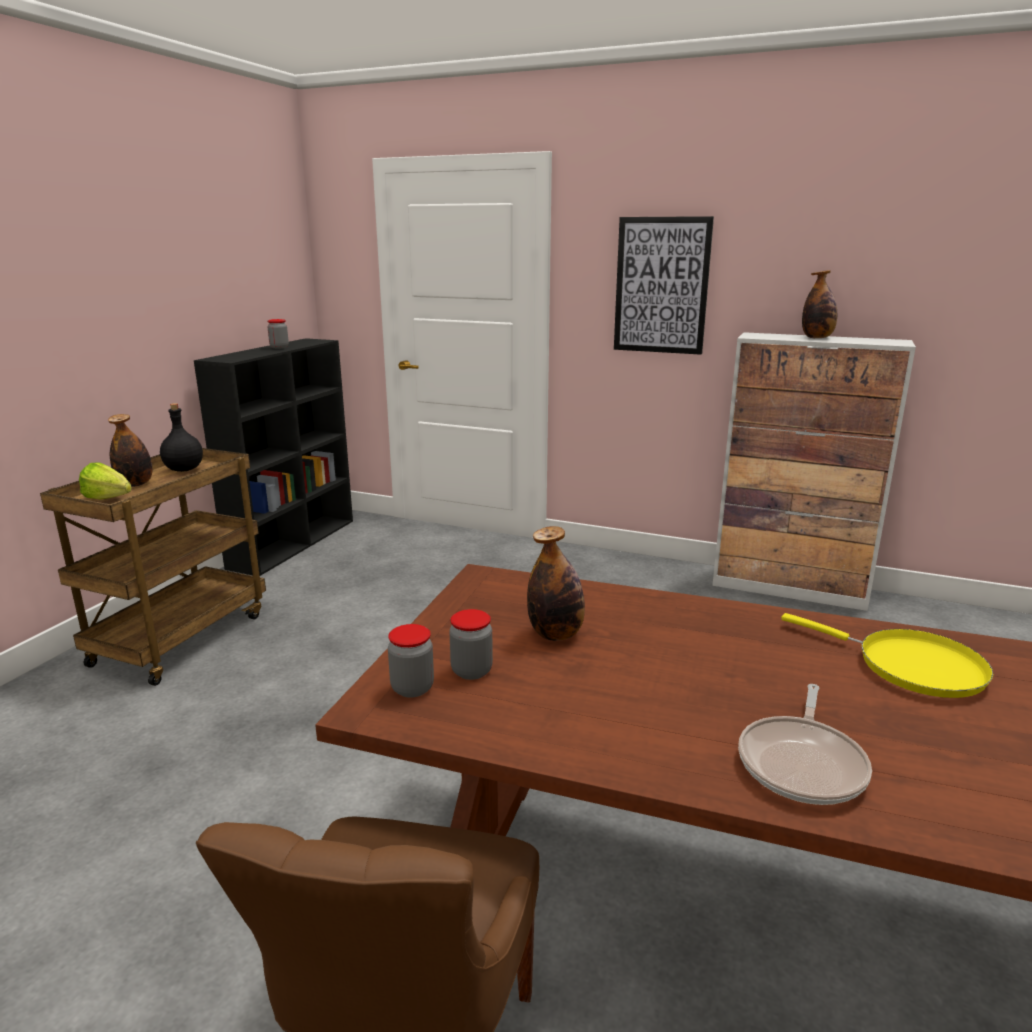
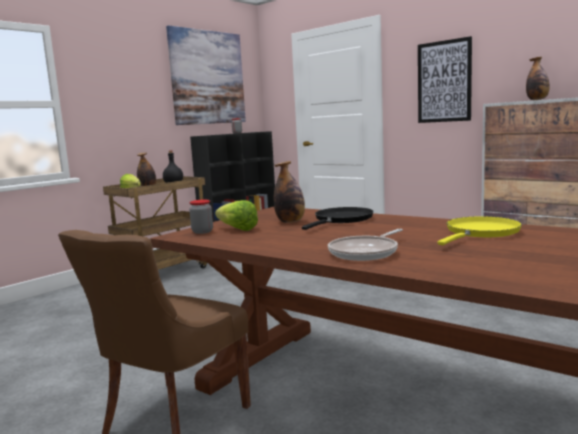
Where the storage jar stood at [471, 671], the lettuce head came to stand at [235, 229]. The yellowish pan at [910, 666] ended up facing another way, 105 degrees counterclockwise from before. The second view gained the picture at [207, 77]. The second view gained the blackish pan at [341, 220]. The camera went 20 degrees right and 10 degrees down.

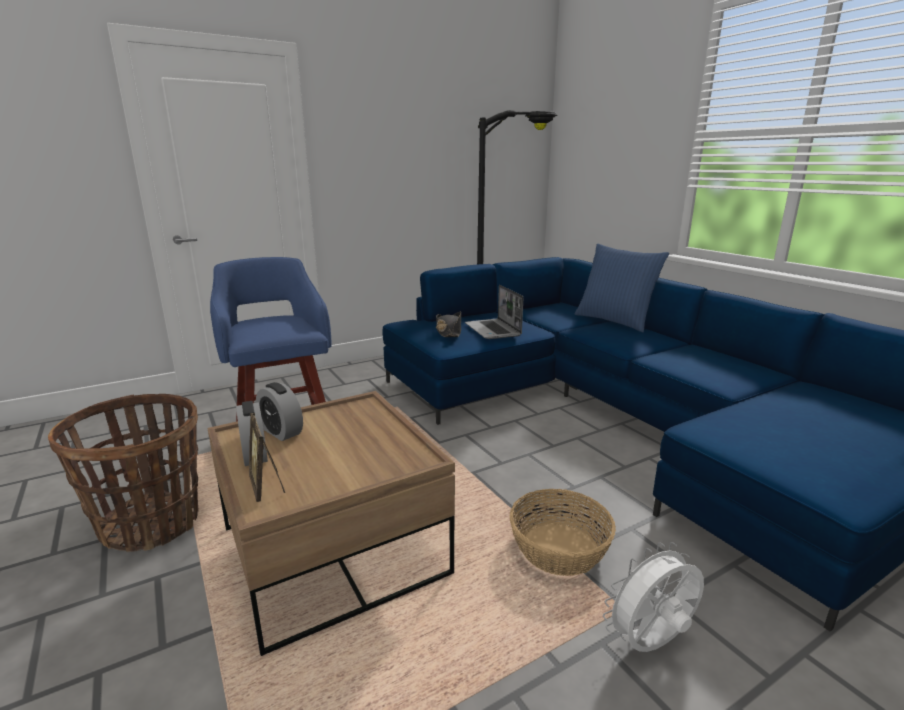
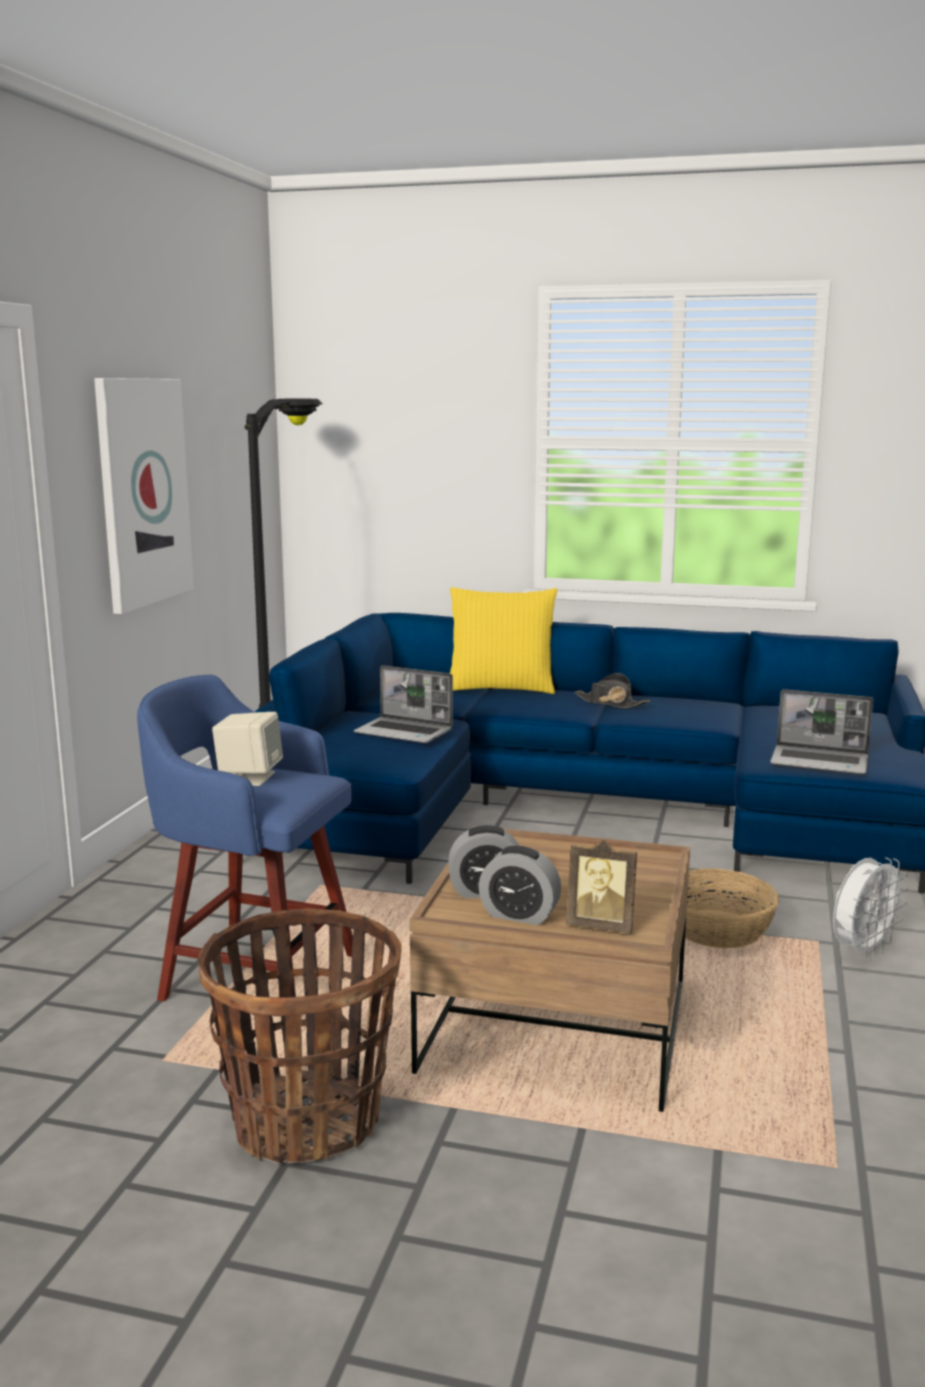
What was the blue pillow at [615, 321] turned into the yellowish pillow at [501, 688]. The blackish wearable hat ended up elsewhere, having gone from [449, 332] to [610, 703]. The whitish fan at [651, 644] ended up facing another way, 150 degrees counterclockwise from before. The second view gained the picture at [142, 492]. The second view gained the notebook computer at [820, 762]. The second view gained the sand-coloured audio speaker at [249, 777]. The camera went 45 degrees left and 5 degrees down.

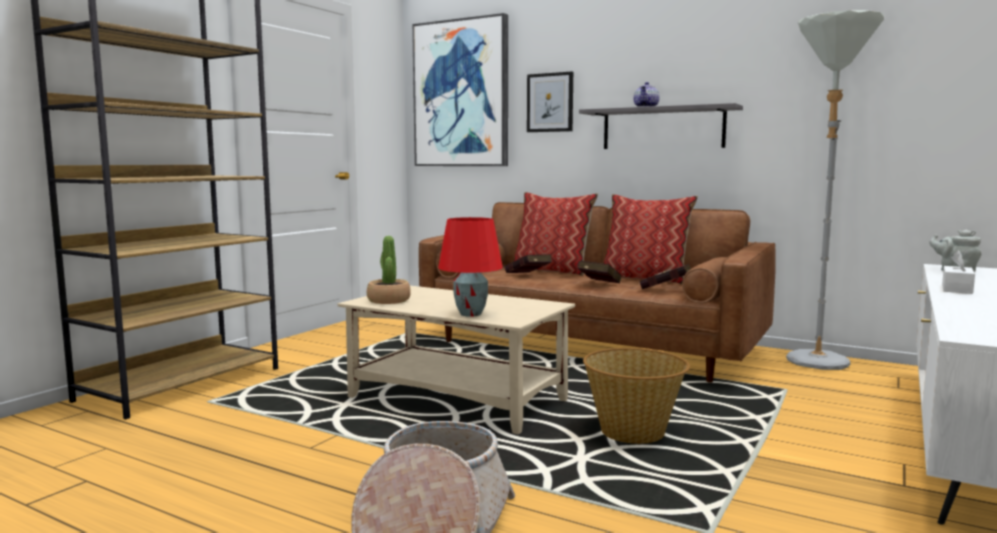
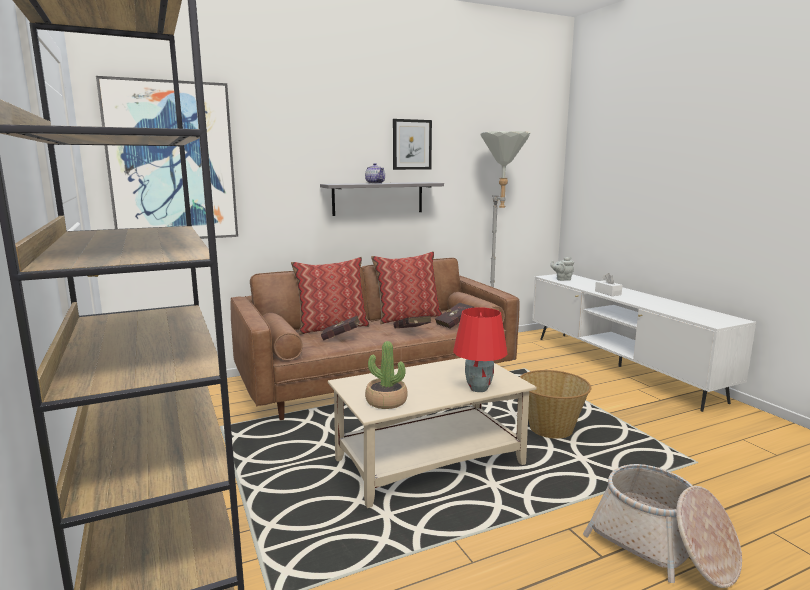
The picture ended up elsewhere, having gone from [550, 102] to [412, 144]. The camera went 55 degrees left and 5 degrees up.

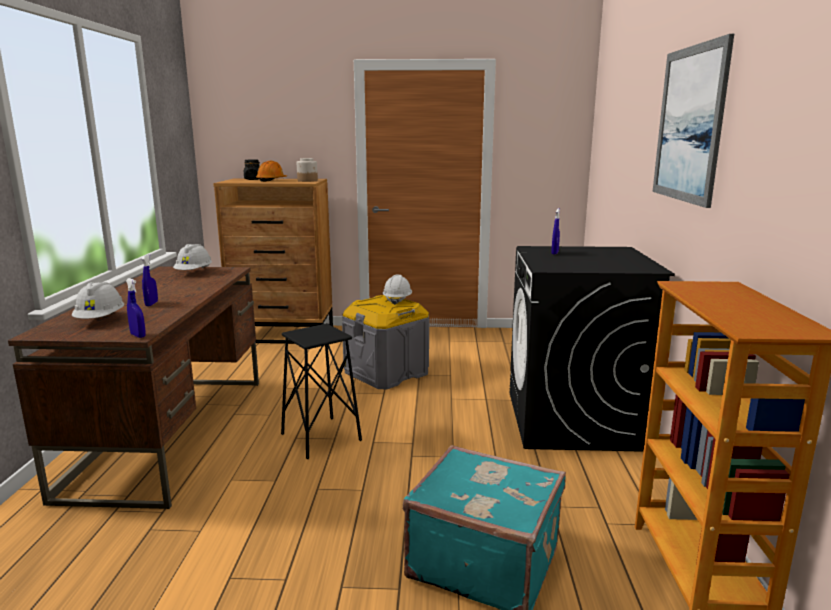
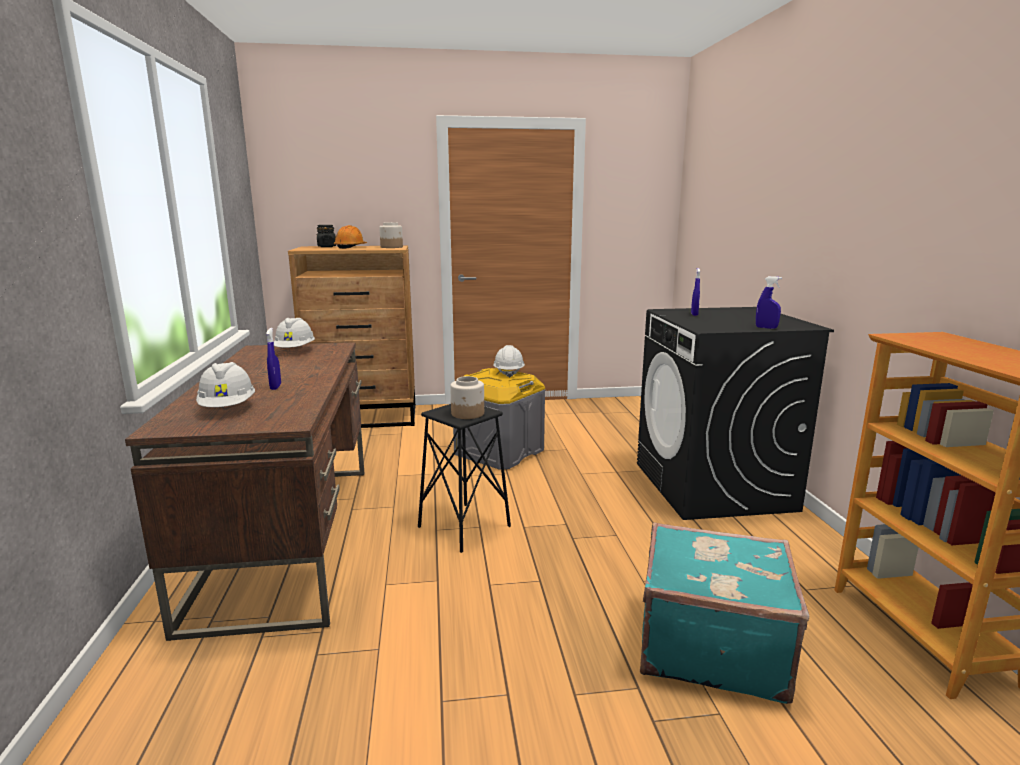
The second view lost the picture at [689, 124]. The blue sprayer ended up elsewhere, having gone from [138, 335] to [766, 328]. The second view gained the storage jar at [468, 414]. The camera went 10 degrees left and 0 degrees up.

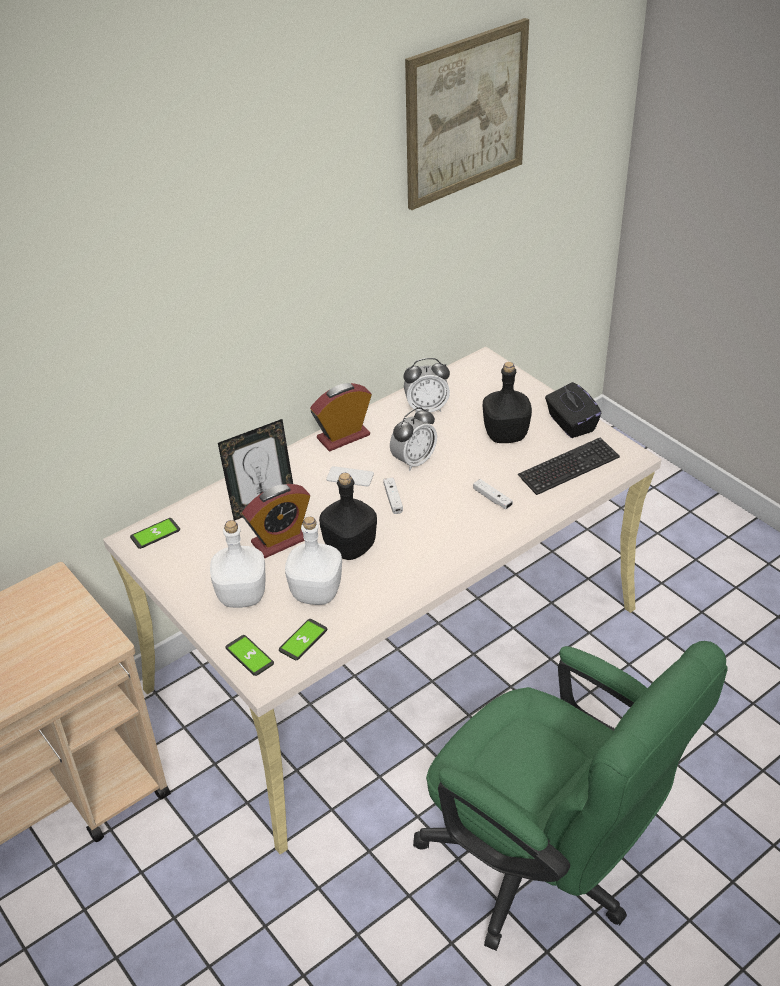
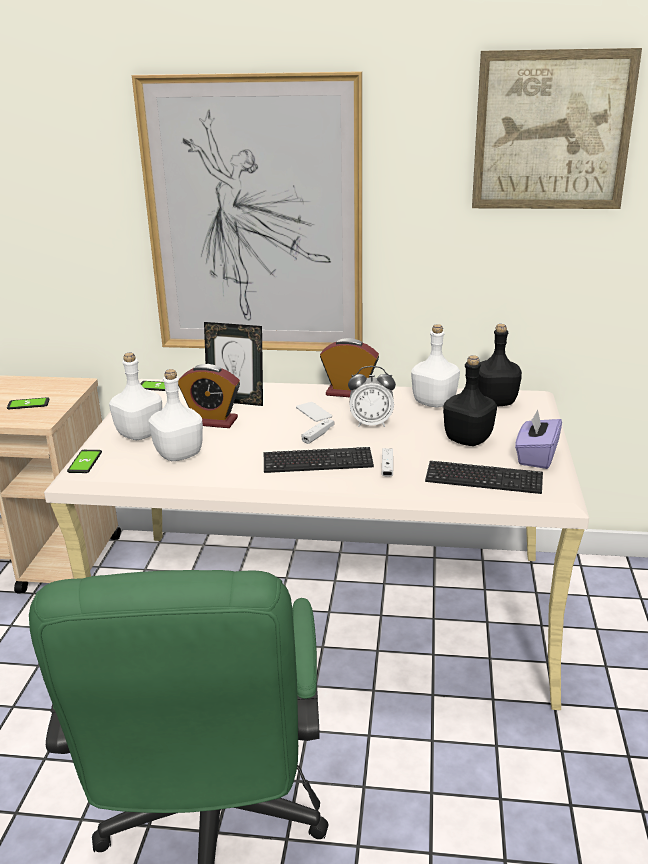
Where the table clock stood at [426, 408], the whitish beverage bottle came to stand at [435, 402]. What was the blackish tissue holder at [570, 423] turned into the purple tissue holder at [536, 456]. The blackish beverage bottle ended up elsewhere, having gone from [349, 547] to [495, 401]. The handset ended up elsewhere, having gone from [303, 640] to [28, 404]. The second view gained the picture at [254, 219]. The second view gained the keyboard at [318, 462]. The camera went 45 degrees right and 15 degrees down.

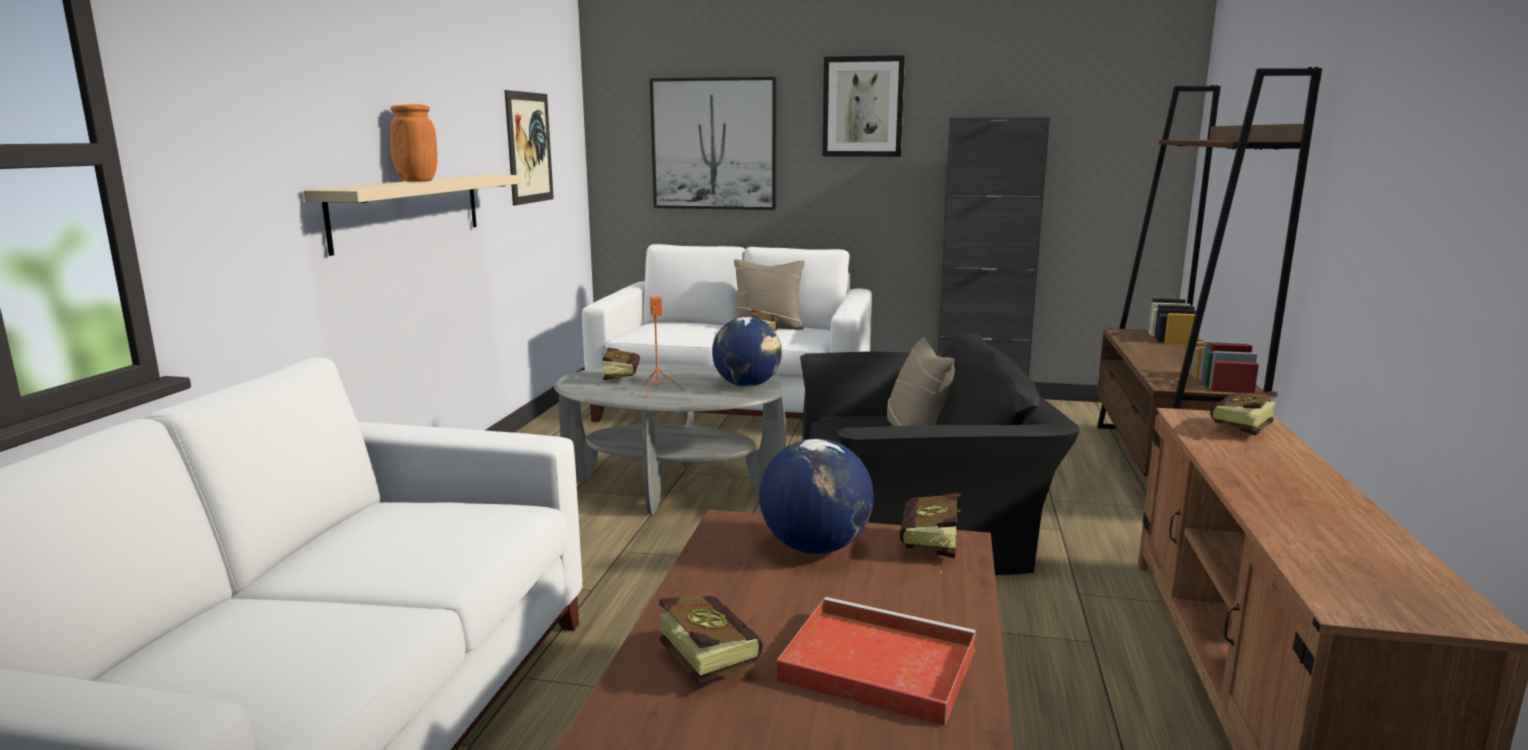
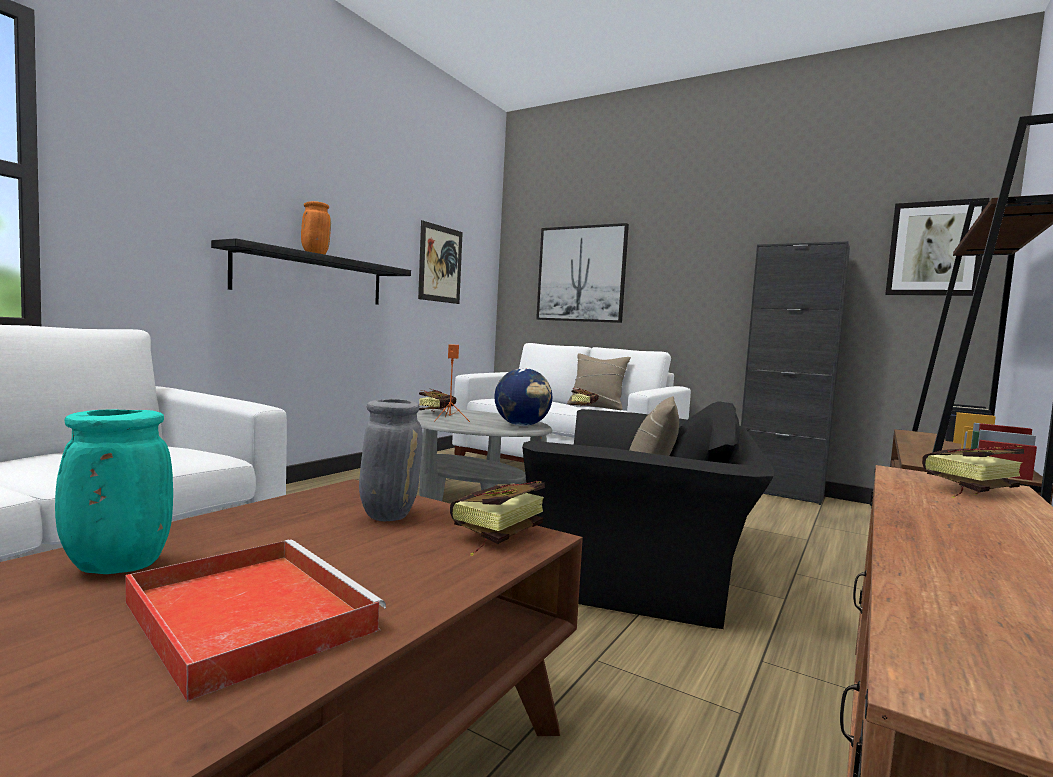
The picture ended up elsewhere, having gone from [863, 107] to [934, 249]. What was the sand-coloured wall shelf at [408, 210] turned into the blackish wall shelf at [312, 277]. Where the world globe stood at [815, 547], the grey vase came to stand at [388, 515]. Where the bound book stood at [703, 657], the blue-green vase came to stand at [114, 567]. The camera went 20 degrees right and 10 degrees down.

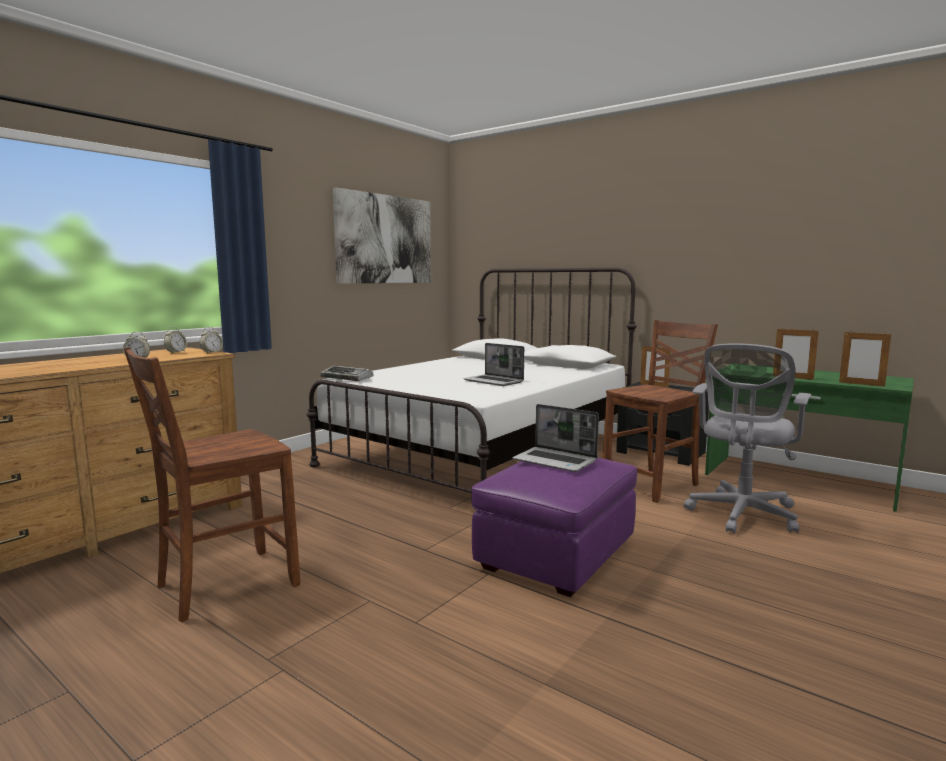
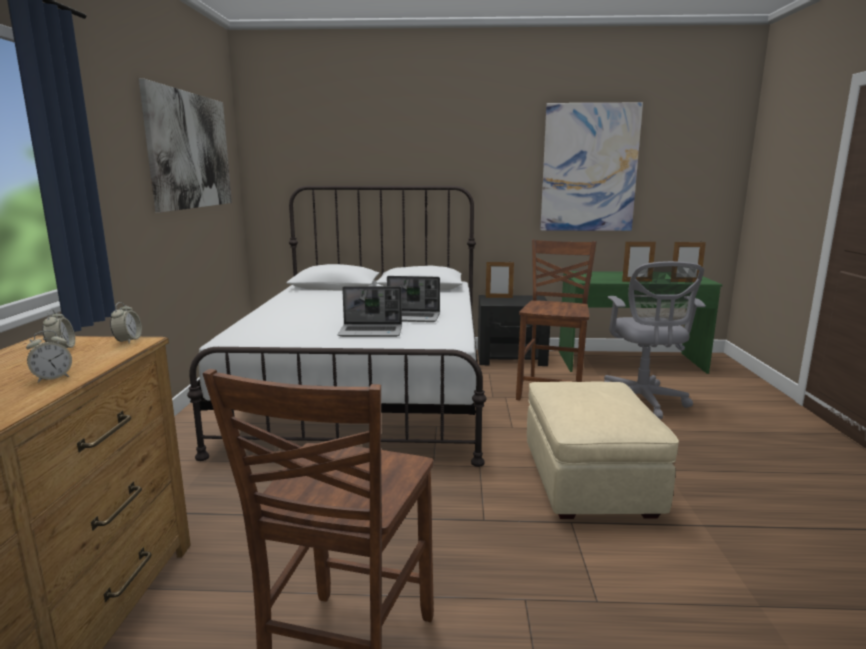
The second view lost the keyboard at [347, 378]. The notebook computer ended up elsewhere, having gone from [556, 461] to [371, 332]. What was the purple footrest at [556, 555] turned into the sand-coloured footrest at [589, 482]. The second view gained the picture at [589, 168]. The camera went 35 degrees left and 5 degrees up.

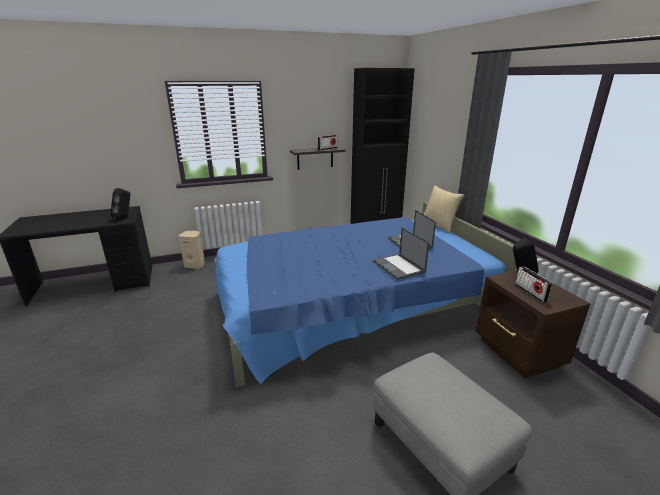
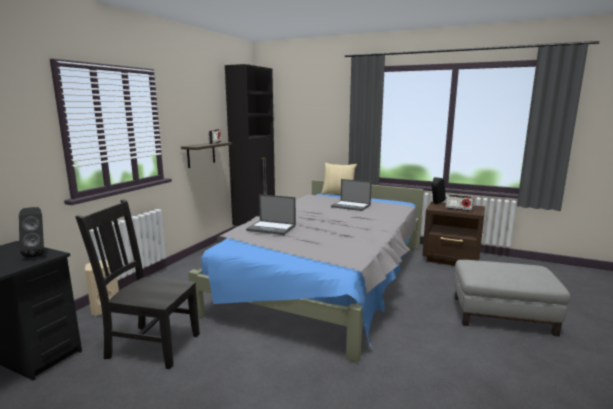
What was the blue sleeping bed at [350, 306] turned into the grey sleeping bed at [327, 277]. The notebook computer ended up elsewhere, having gone from [399, 267] to [272, 228]. The second view gained the blackish plain chair at [151, 345]. The camera went 45 degrees left and 10 degrees down.

